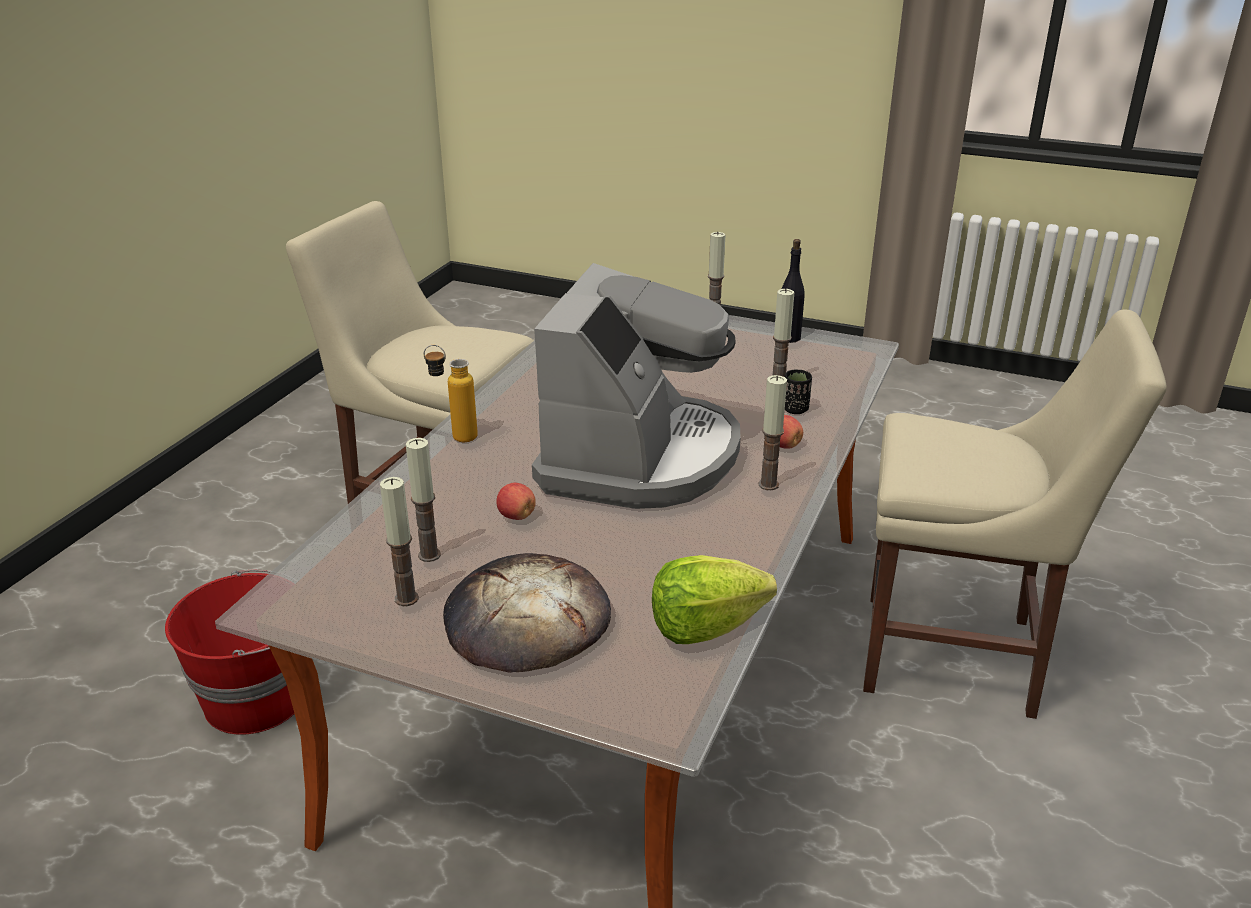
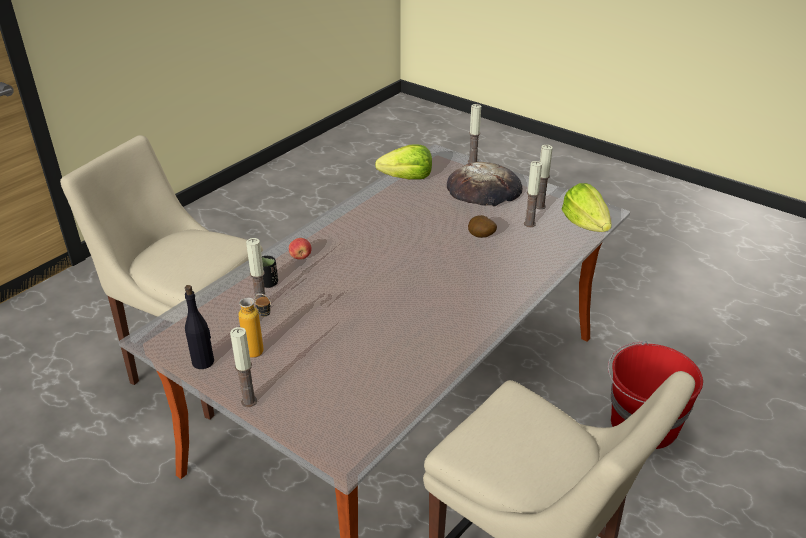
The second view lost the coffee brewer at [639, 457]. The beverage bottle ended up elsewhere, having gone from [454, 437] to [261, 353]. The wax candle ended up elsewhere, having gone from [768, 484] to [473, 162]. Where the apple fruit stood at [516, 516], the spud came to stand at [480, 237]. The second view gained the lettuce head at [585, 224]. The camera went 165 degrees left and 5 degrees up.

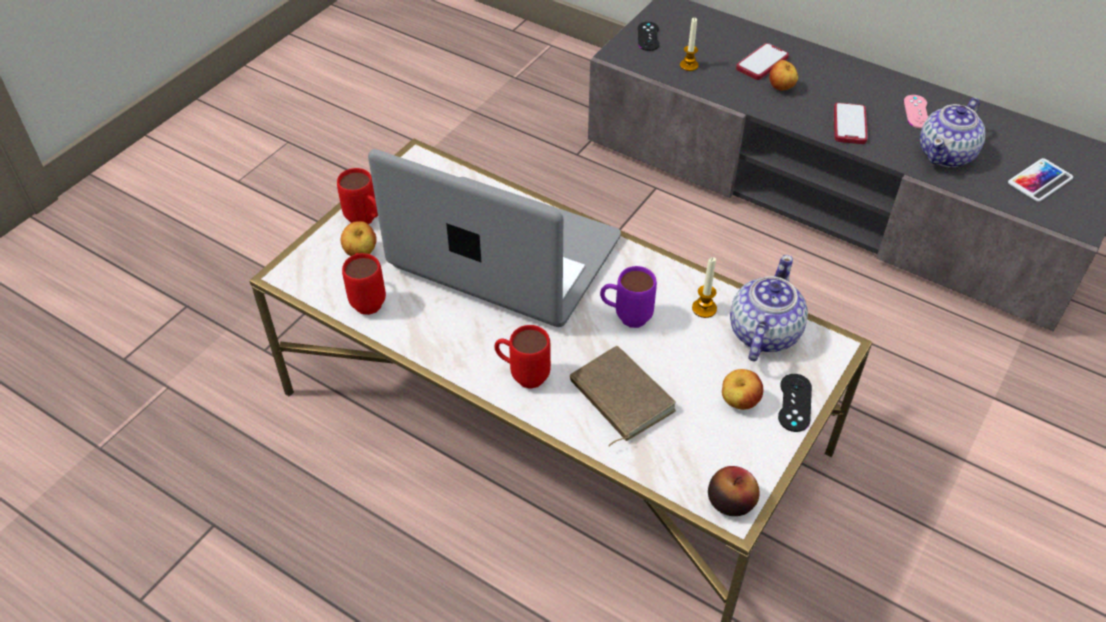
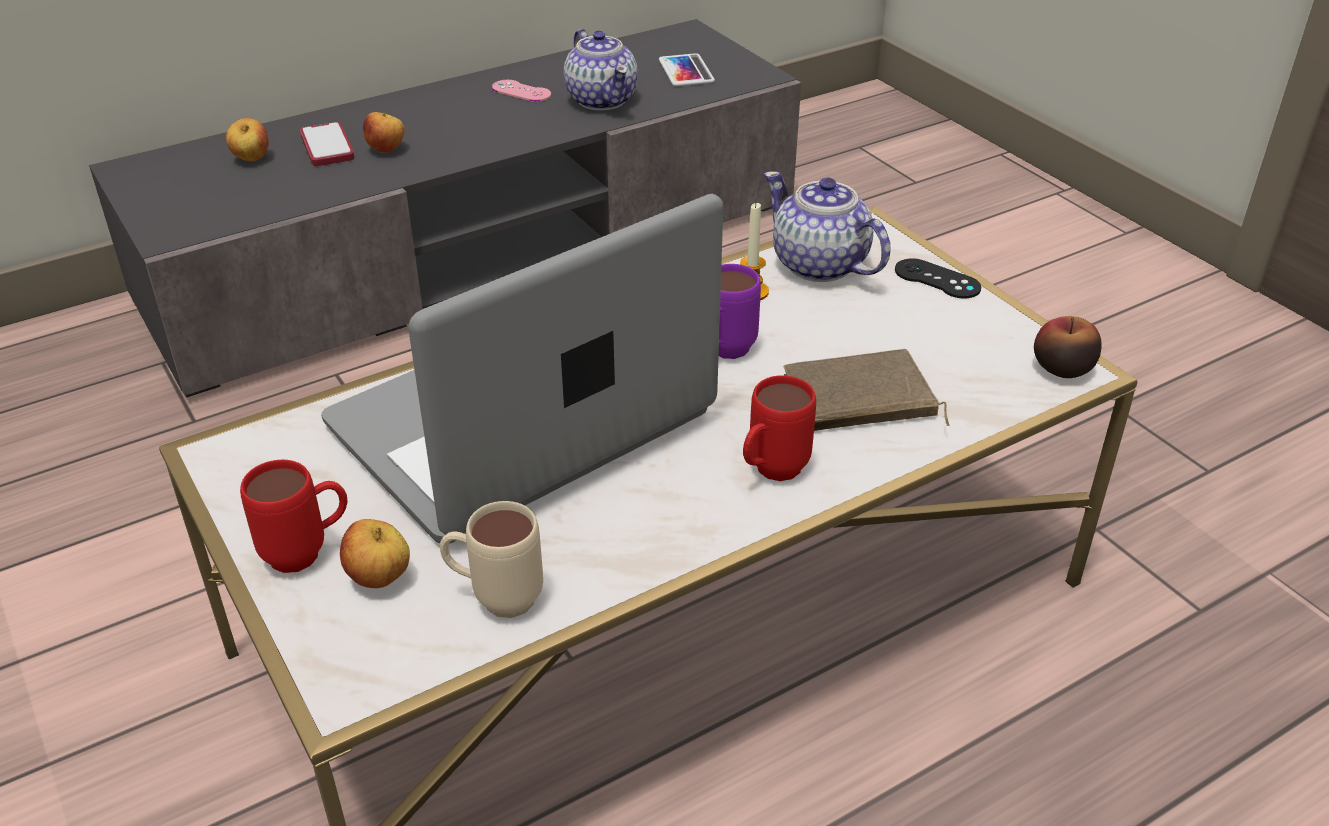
The second view lost the wax candle at [689, 65]. The second view lost the blackish gamepad at [648, 36]. The second view lost the handset at [849, 125]. What was the red tea mug at [367, 299] turned into the sand-coloured tea mug at [495, 599]. The apple fruit ended up elsewhere, having gone from [738, 402] to [251, 159]. The camera went 65 degrees left and 10 degrees down.

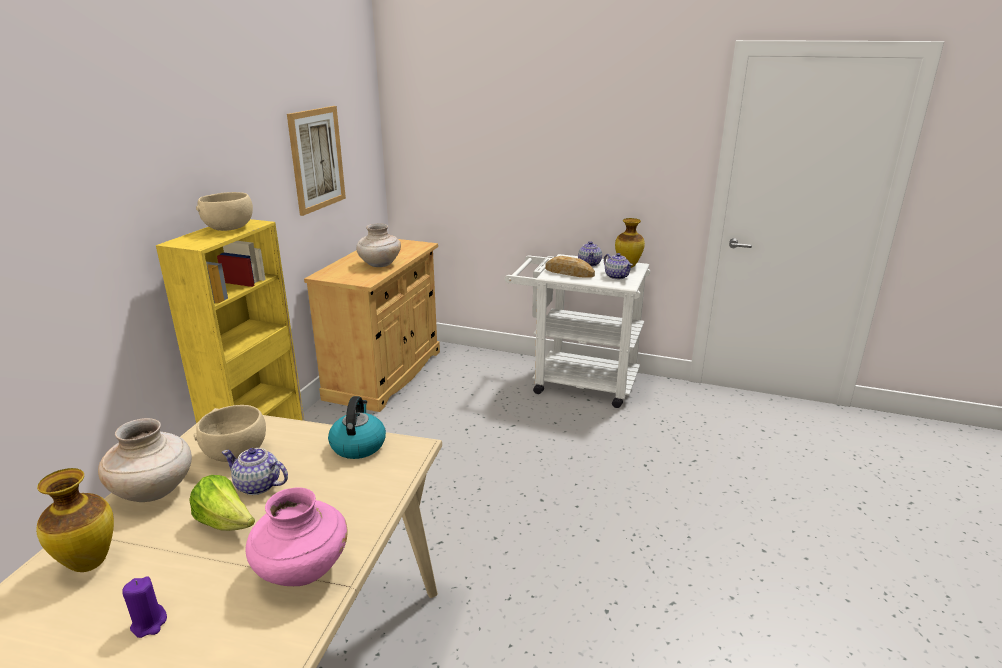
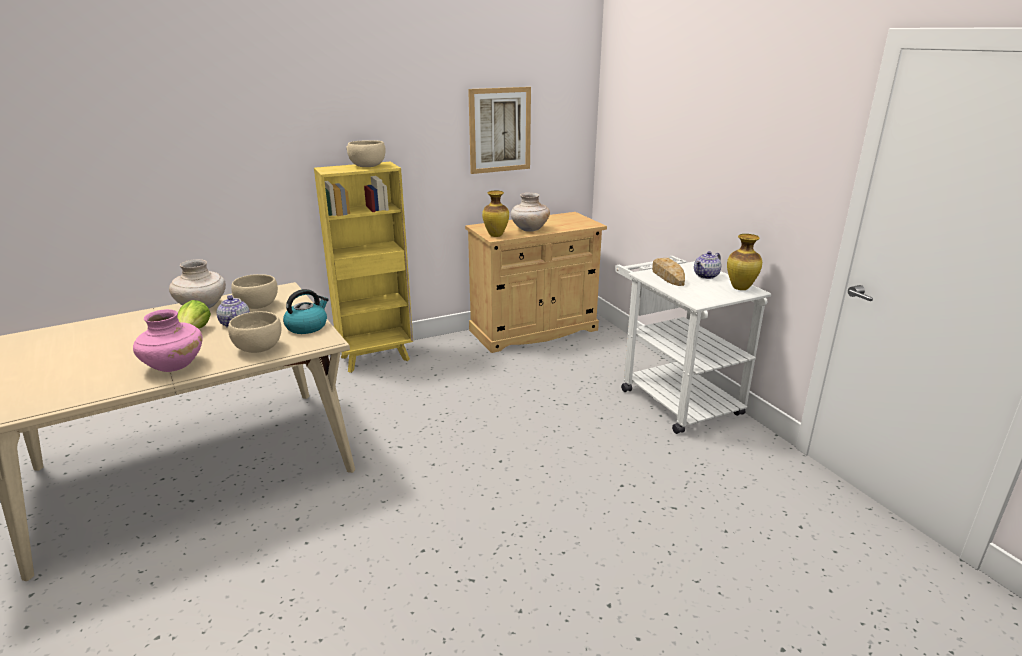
The second view lost the pot for tea at [616, 276]. The vase ended up elsewhere, having gone from [89, 563] to [495, 235]. The second view lost the purple wax candle at [149, 623]. The second view gained the sand-coloured bowl at [258, 348]. The camera went 45 degrees right and 0 degrees up.

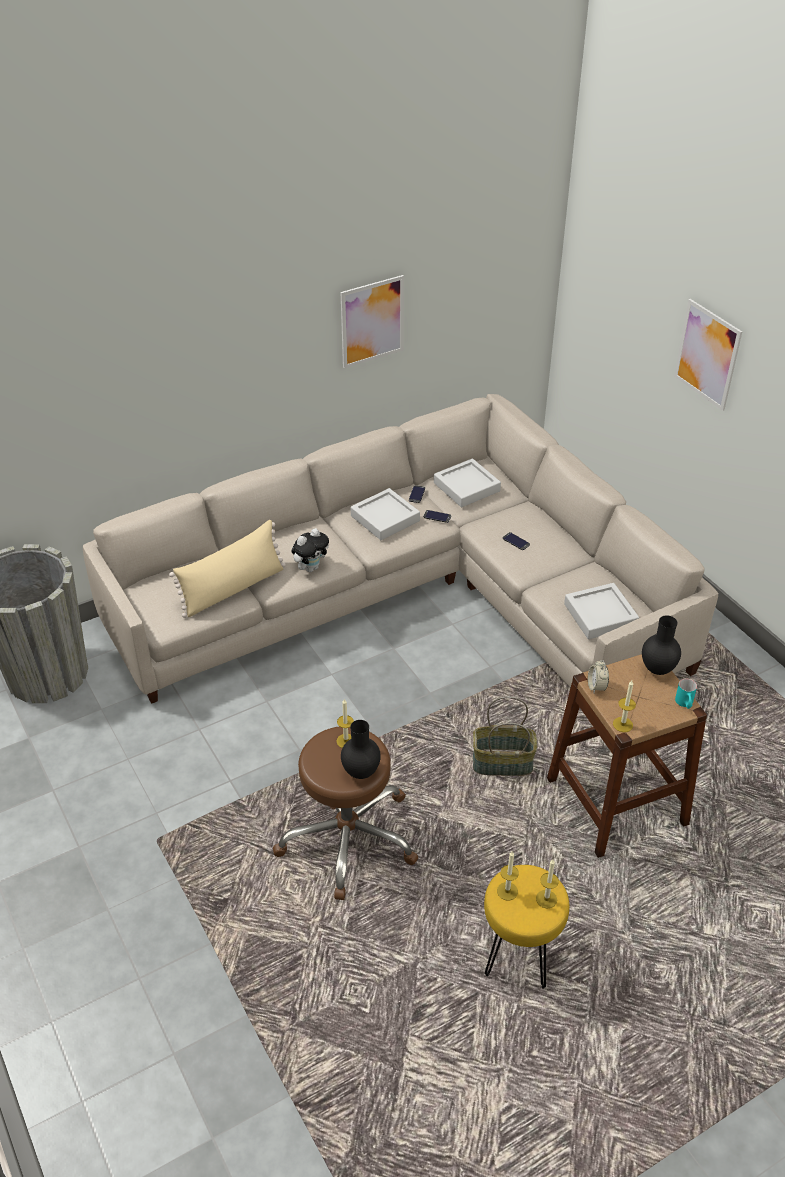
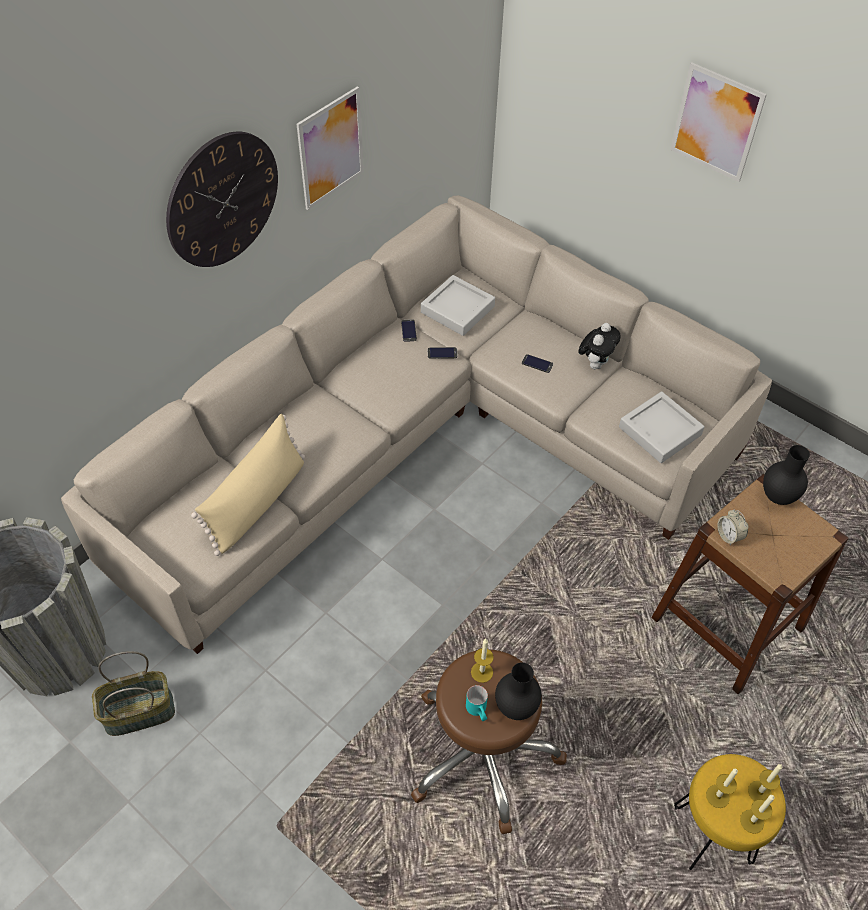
The second view lost the grey serving tray at [385, 518]. The soft toy ended up elsewhere, having gone from [311, 567] to [595, 363]. The blue-green tea mug ended up elsewhere, having gone from [684, 704] to [478, 711]. The wax candle ended up elsewhere, having gone from [622, 724] to [752, 821]. The household basket ended up elsewhere, having gone from [502, 764] to [139, 713]. The second view gained the wall clock at [222, 200]. The camera went 20 degrees left and 10 degrees up.

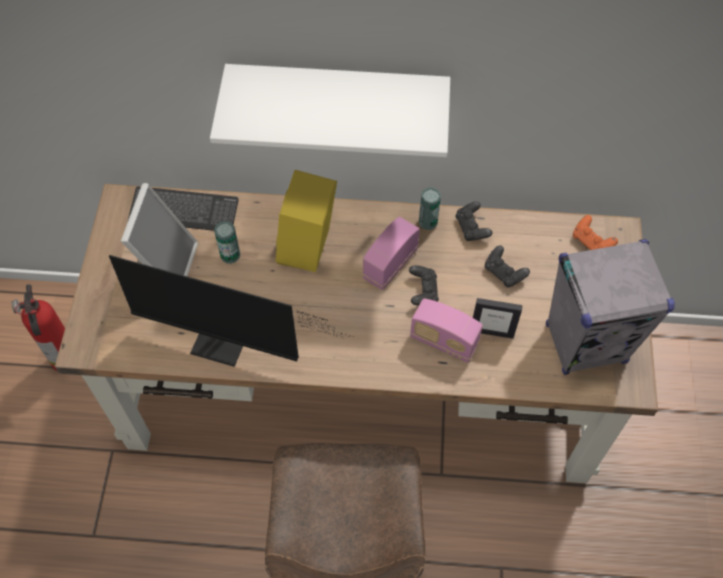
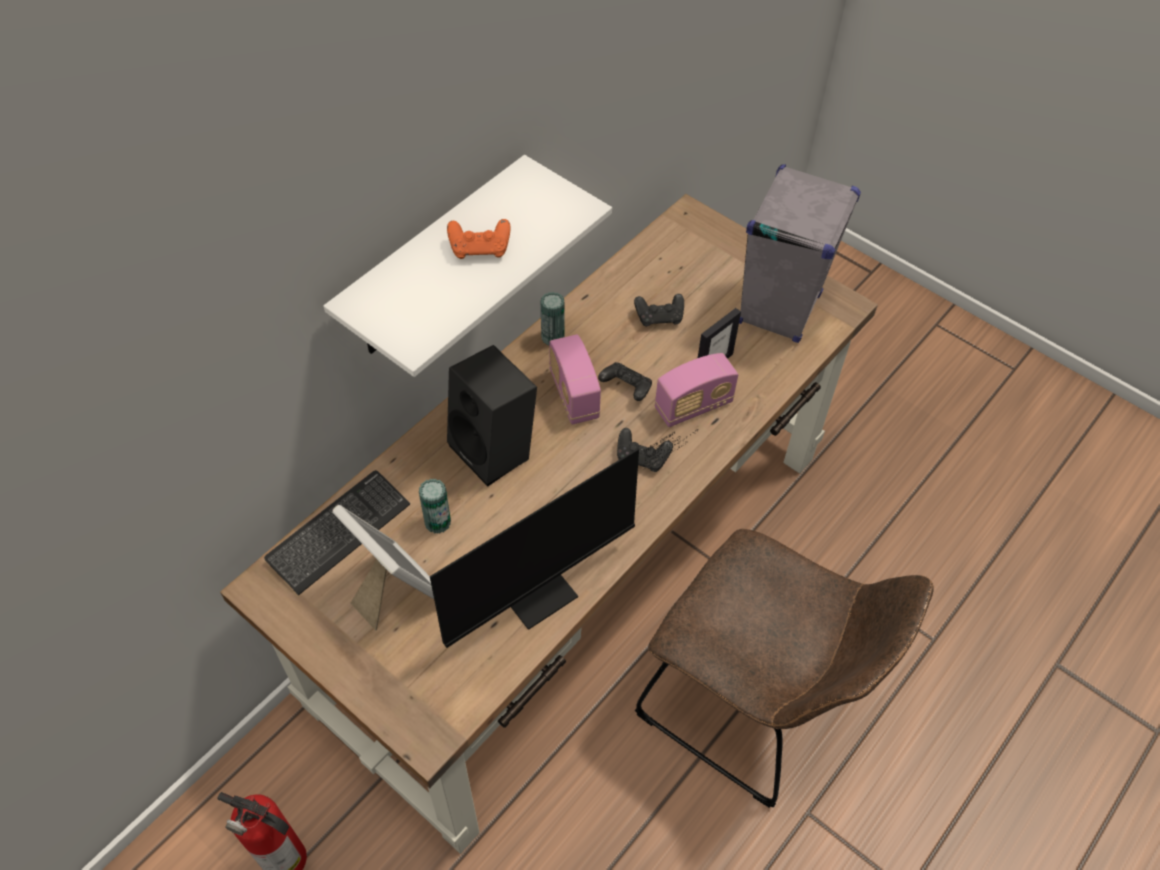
What was the yellowish audio speaker at [309, 250] turned into the blackish audio speaker at [496, 450]. The blackish gamepad ended up elsewhere, having gone from [472, 228] to [642, 457]. The orange-coloured gamepad ended up elsewhere, having gone from [591, 242] to [480, 249]. The camera went 55 degrees left and 5 degrees down.

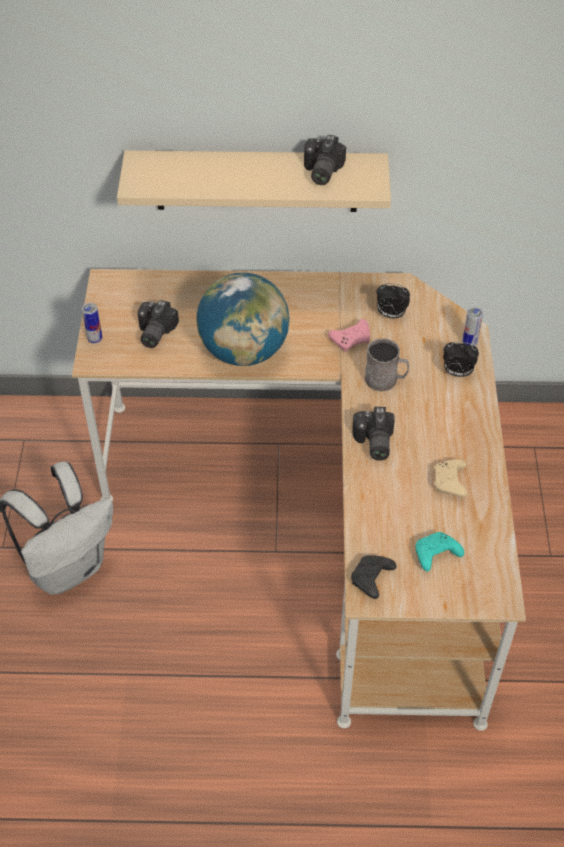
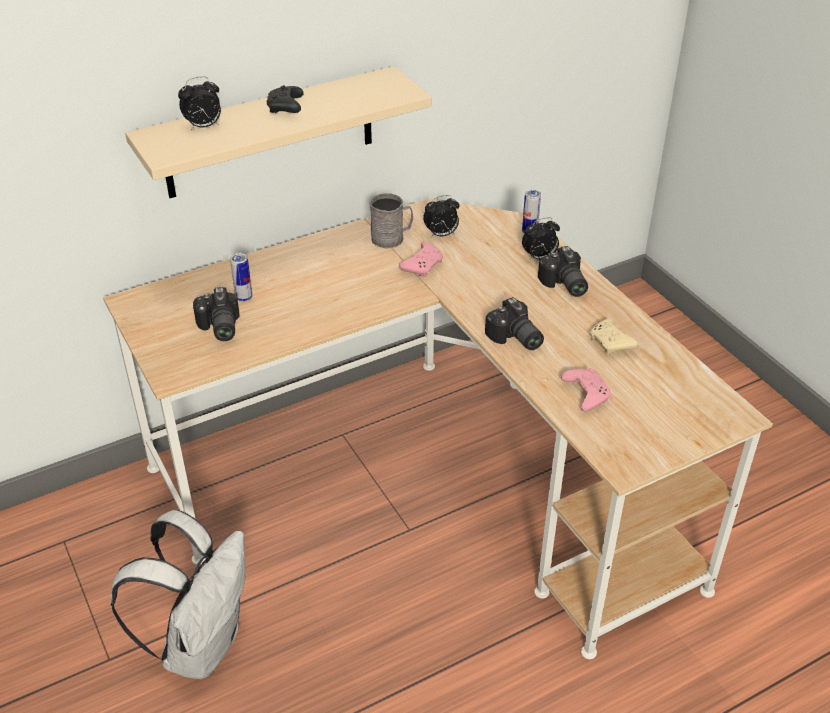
The still camera ended up elsewhere, having gone from [320, 171] to [563, 285]. The second view lost the world globe at [244, 351]. The sealed can ended up elsewhere, having gone from [95, 339] to [244, 298]. The grey tea mug ended up elsewhere, having gone from [385, 380] to [392, 238]. The second view lost the blue-green gamepad at [435, 555]. The blackish gamepad ended up elsewhere, having gone from [371, 580] to [286, 108]. The second view gained the table clock at [203, 126]. The second view gained the pink gamepad at [585, 394]. The camera went 30 degrees left and 10 degrees down.

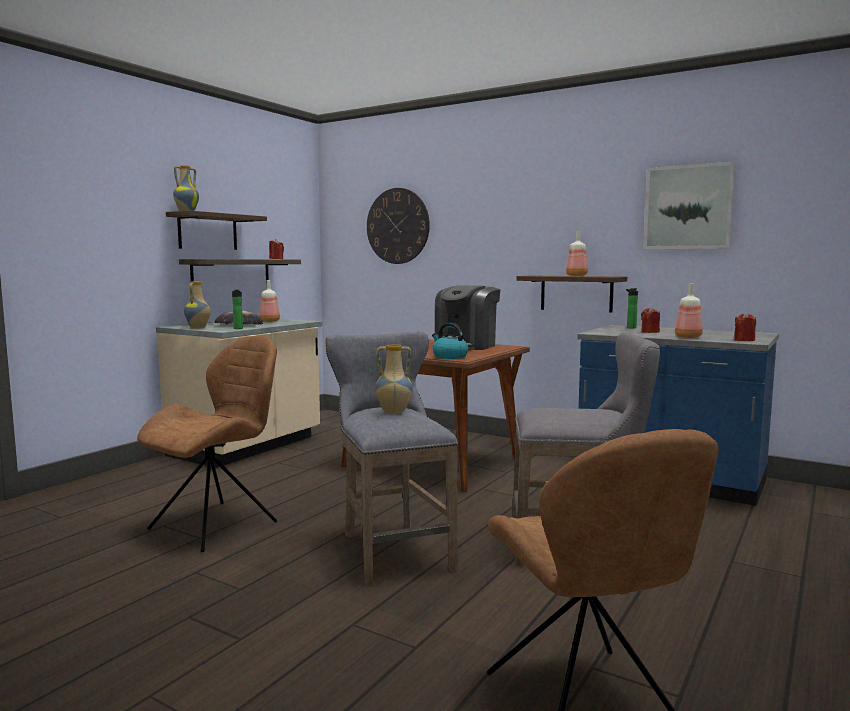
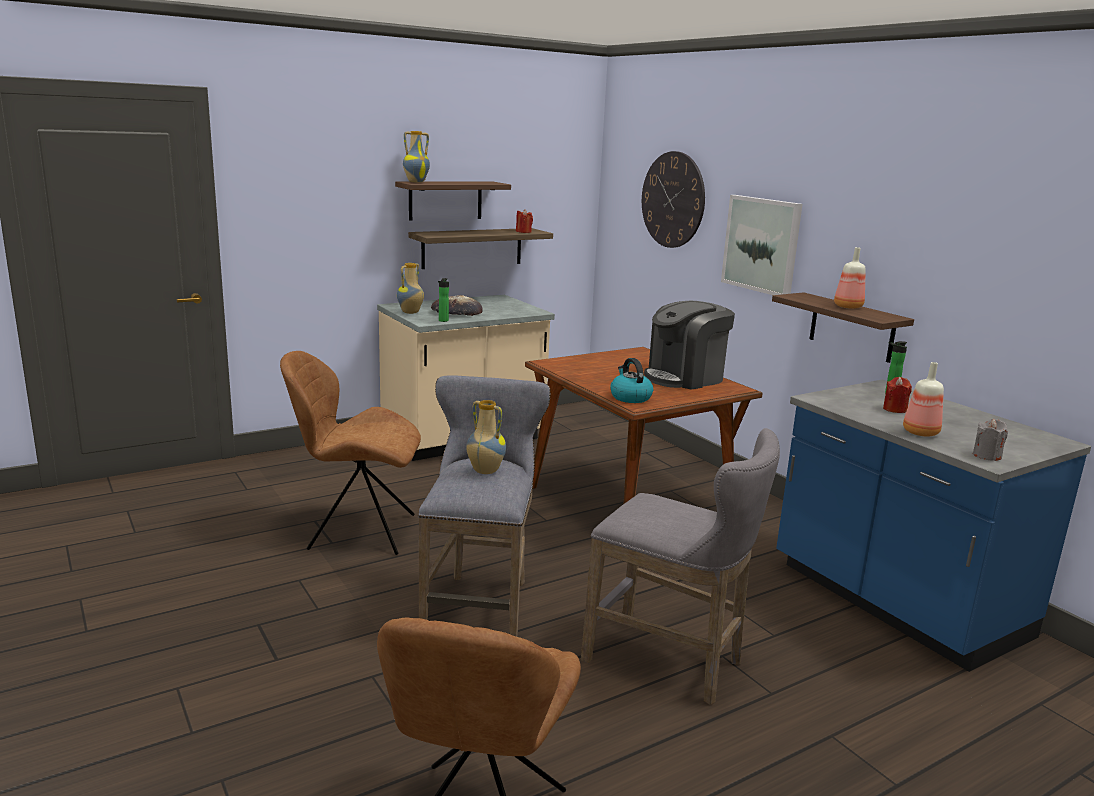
The picture ended up elsewhere, having gone from [688, 207] to [761, 245]. The second view lost the beverage bottle at [270, 321]. What was the red wax candle at [744, 340] turned into the grey wax candle at [987, 456]. The brown-coloured plain chair at [217, 524] ended up facing another way, 150 degrees counterclockwise from before. The camera went 25 degrees right and 10 degrees up.

